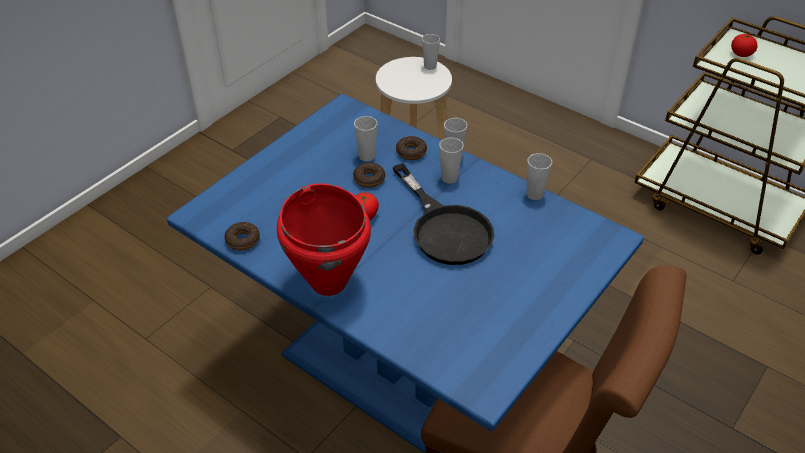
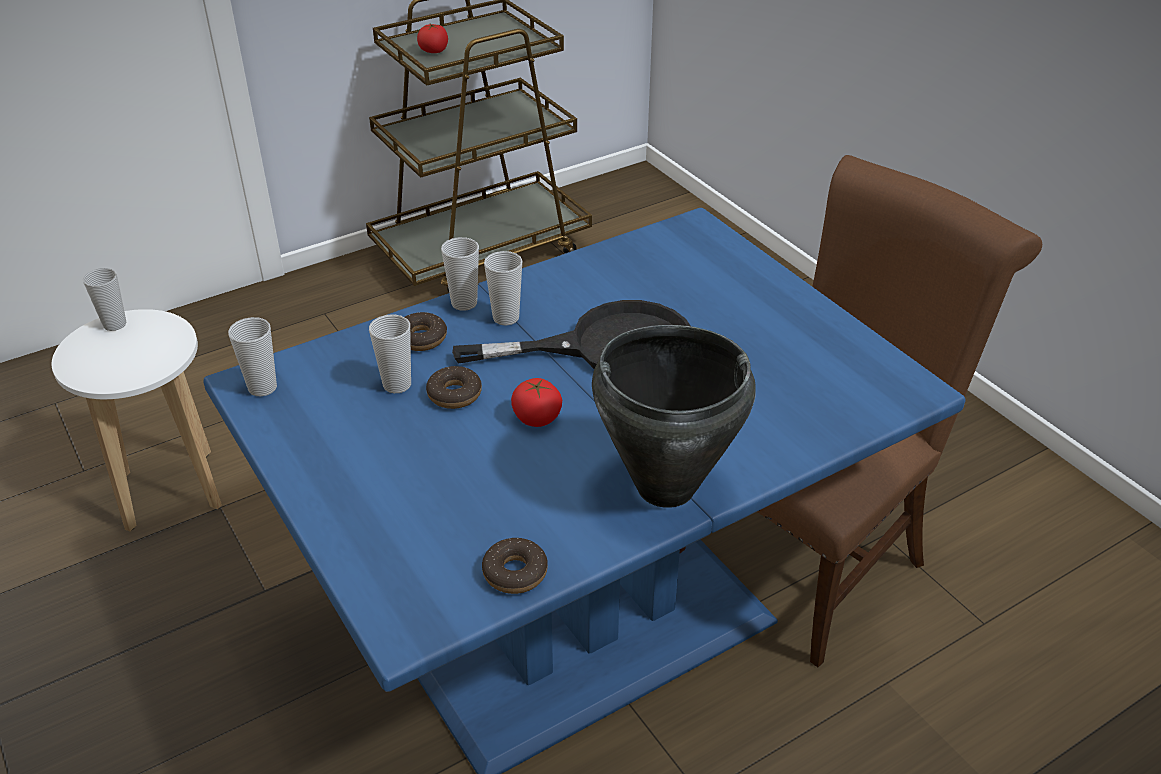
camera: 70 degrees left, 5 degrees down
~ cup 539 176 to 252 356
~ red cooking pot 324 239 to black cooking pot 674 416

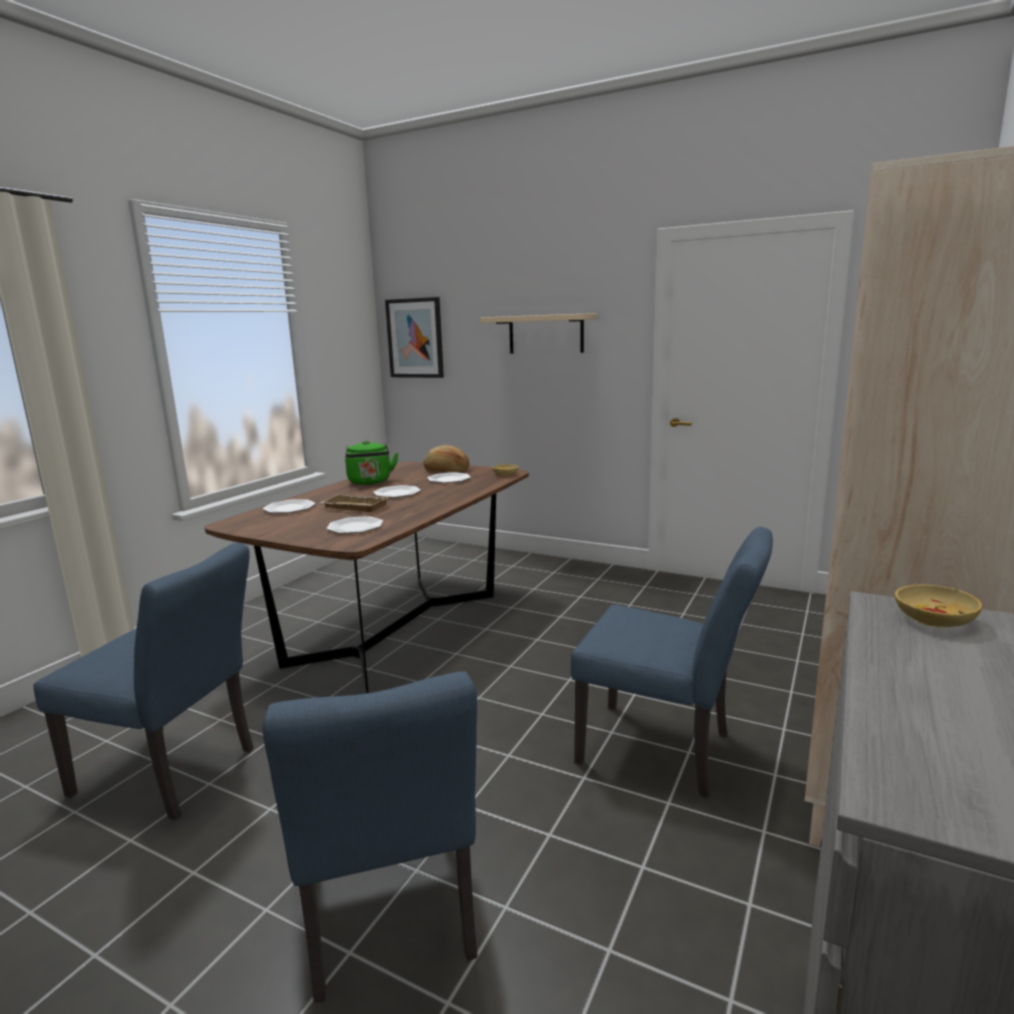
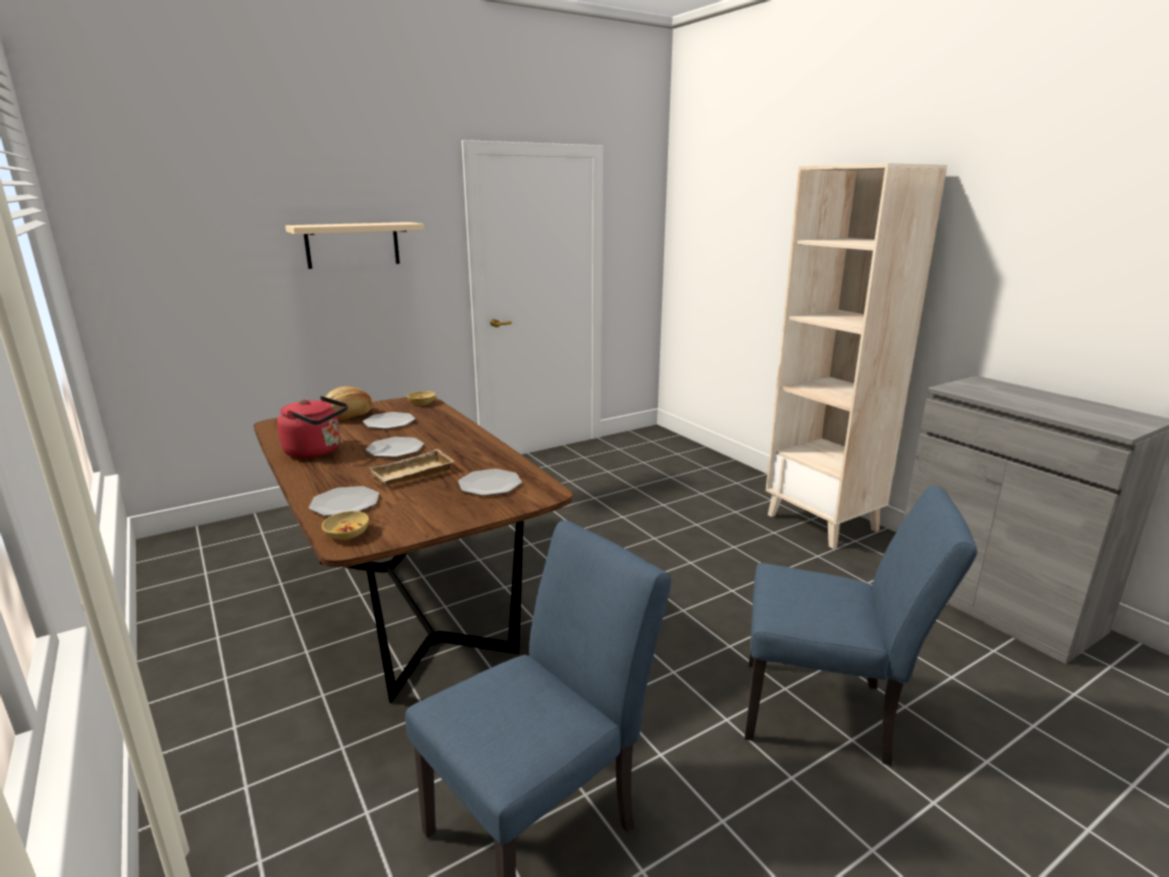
camera: 60 degrees left, 5 degrees up
- picture 414 337
- blue chair 672 662
~ beige bowl 938 606 to 345 525
~ green kettle 371 462 to red kettle 312 427

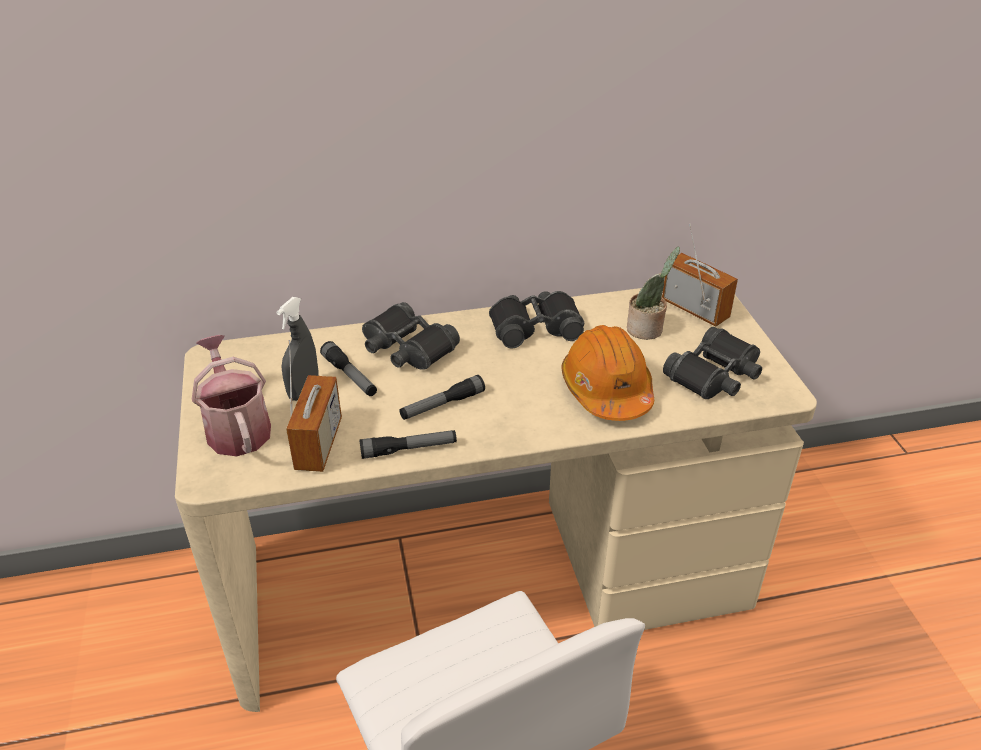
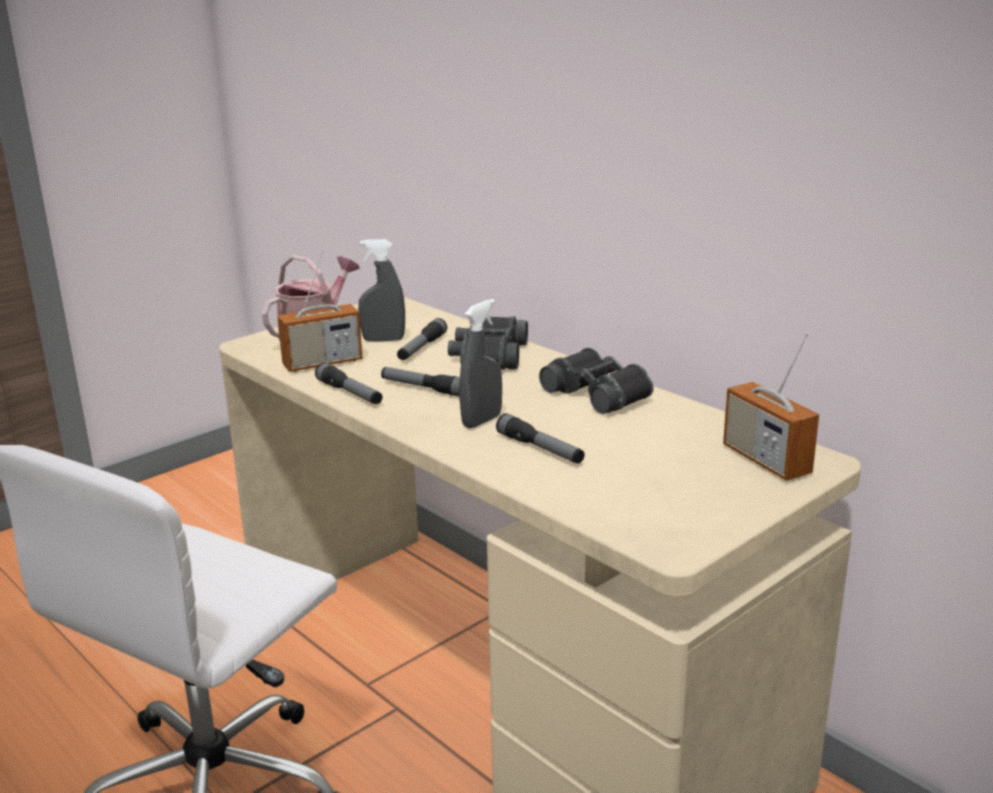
camera: 60 degrees right, 15 degrees down
- potted plant 653 293
- black binoculars 712 363
+ grey spray bottle 480 363
~ orange hard hat 607 373 to flashlight 540 438
~ radio 700 275 = 771 407 135 degrees clockwise

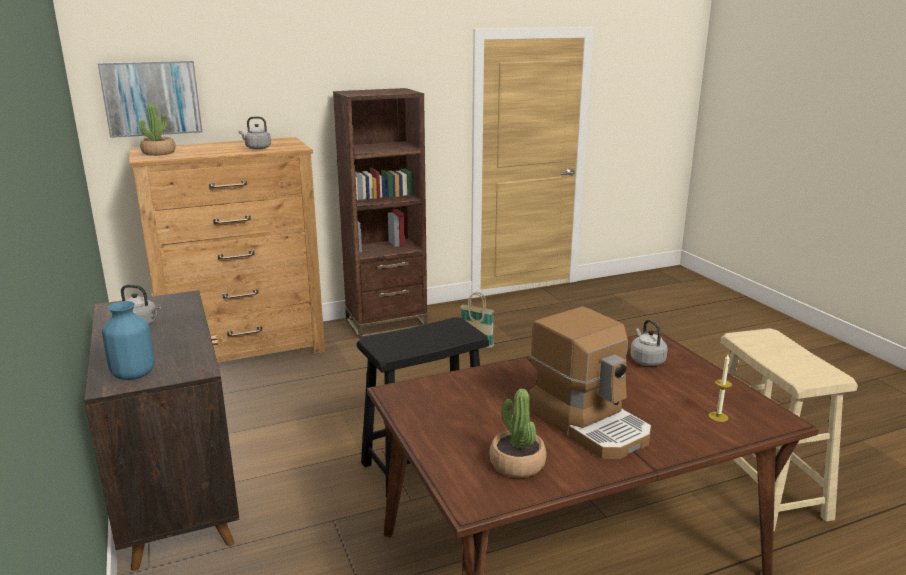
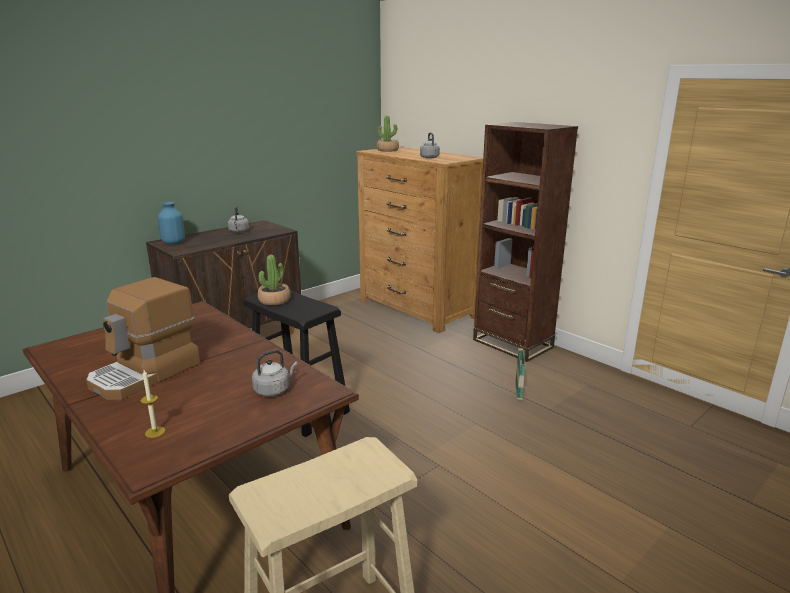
camera: 70 degrees right, 0 degrees up
- picture 150 99
~ potted plant 517 433 to 274 280

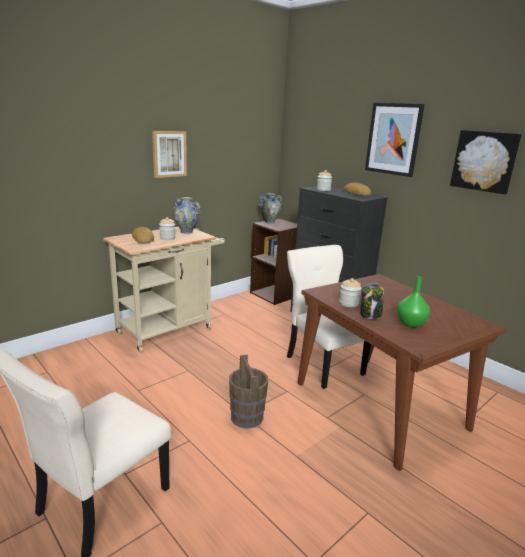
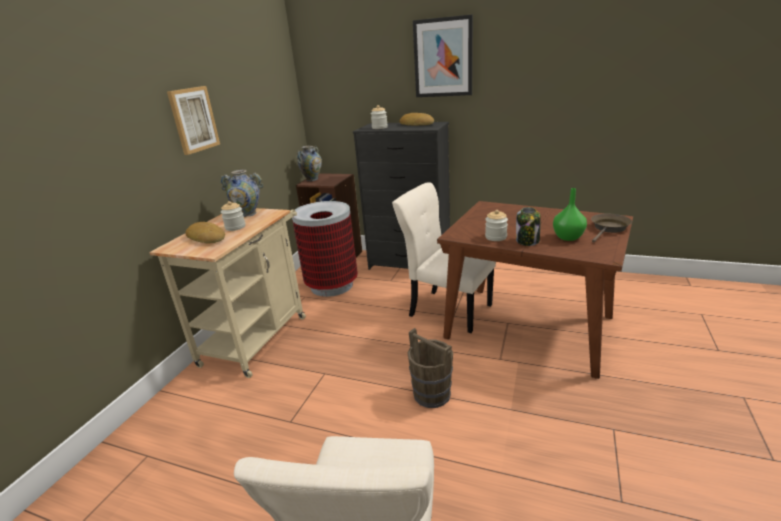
camera: 25 degrees left, 5 degrees up
- picture 486 162
+ trash can 325 249
+ brown frying pan 611 228

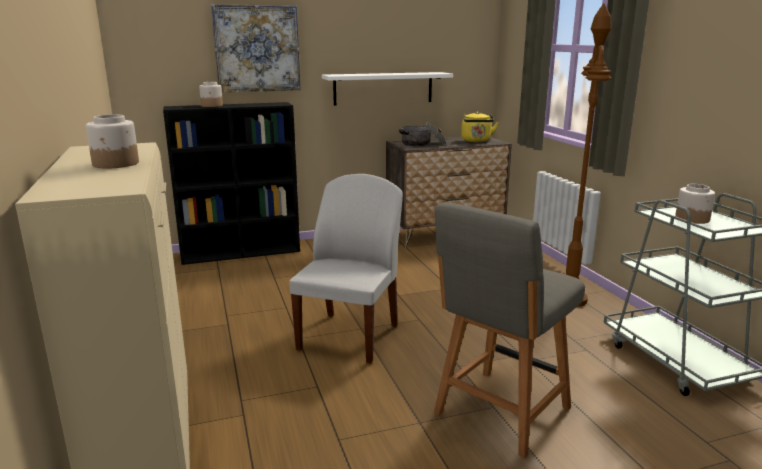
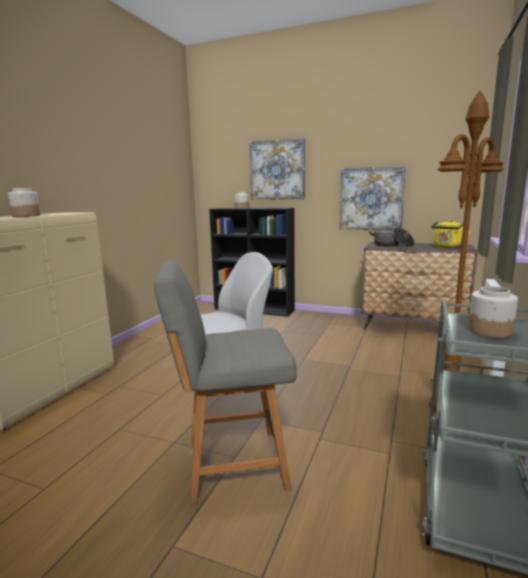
camera: 40 degrees right, 5 degrees down
~ white shelf 387 89 to picture 373 198

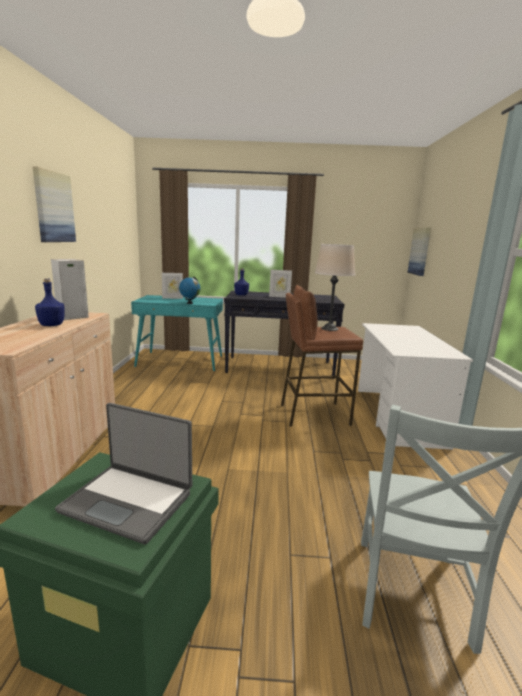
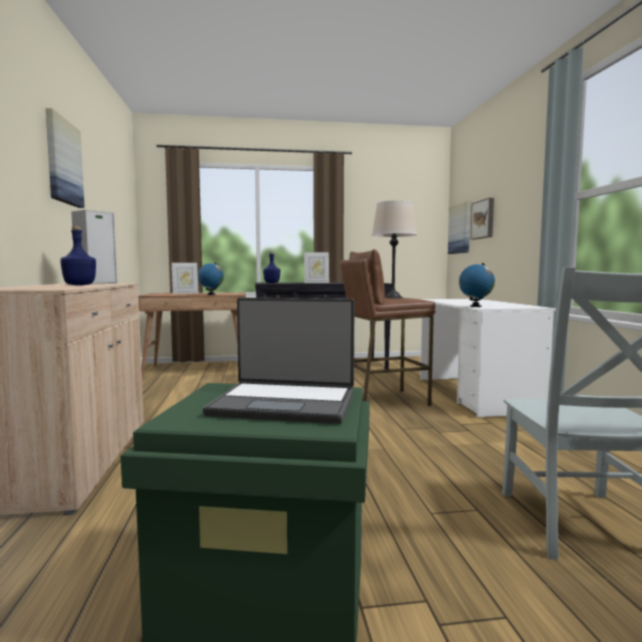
camera: 10 degrees left, 10 degrees down
+ globe 477 285
+ picture 482 218
~ turquoise desk 177 333 to brown desk 192 335

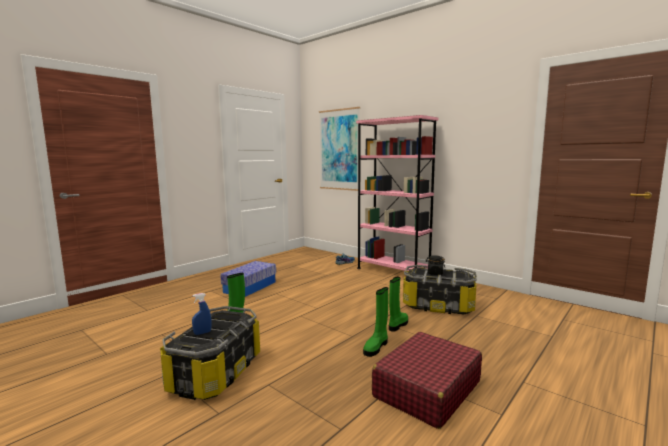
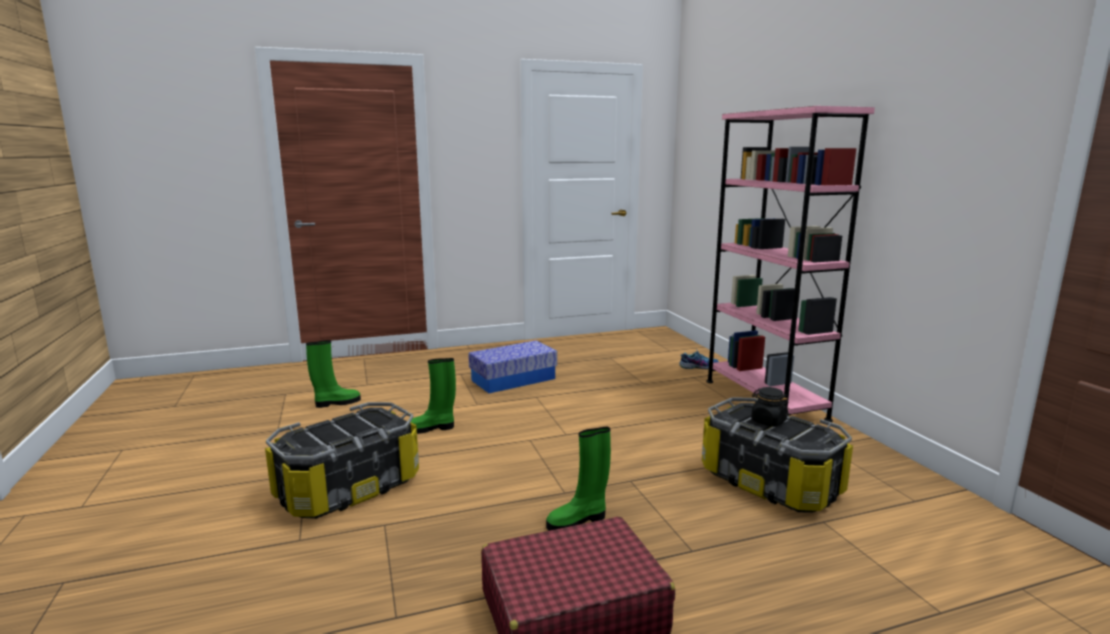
camera: 30 degrees right, 5 degrees up
- blue spray bottle 201 314
- picture 339 149
~ green boot 398 304 to 333 374

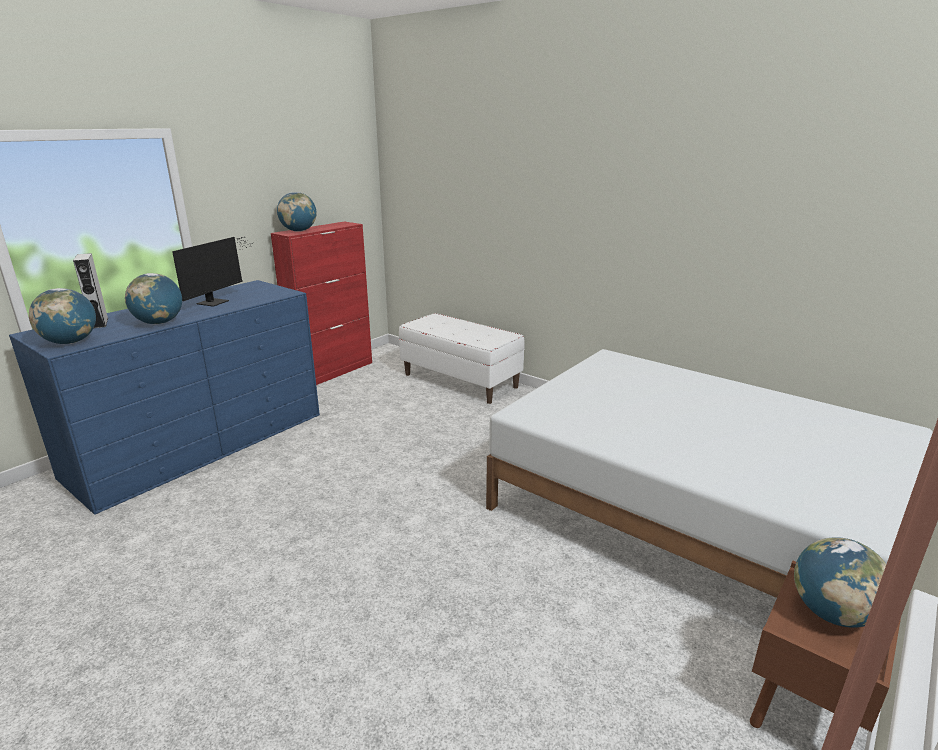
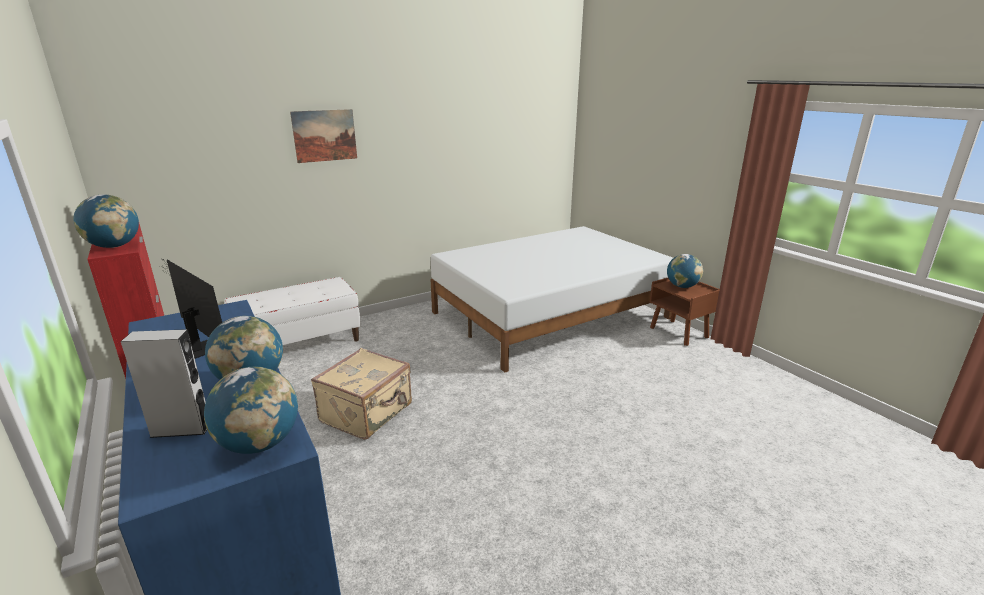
camera: 70 degrees left, 0 degrees up
+ picture 323 136
+ beige suitcase 361 394

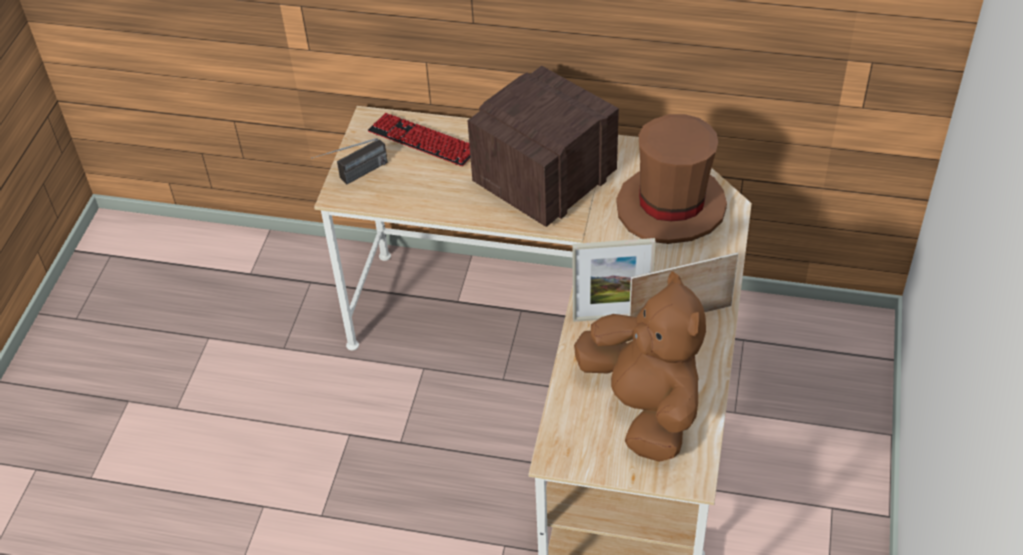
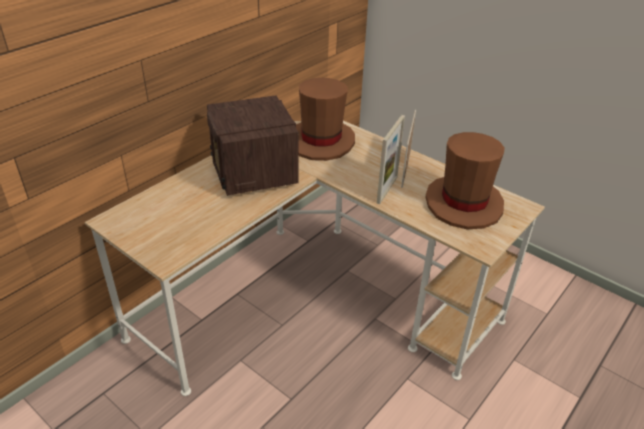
camera: 65 degrees left, 10 degrees down
- radio 349 161
- keyboard 419 139
~ brown plush toy 640 366 to brown hat 465 180

